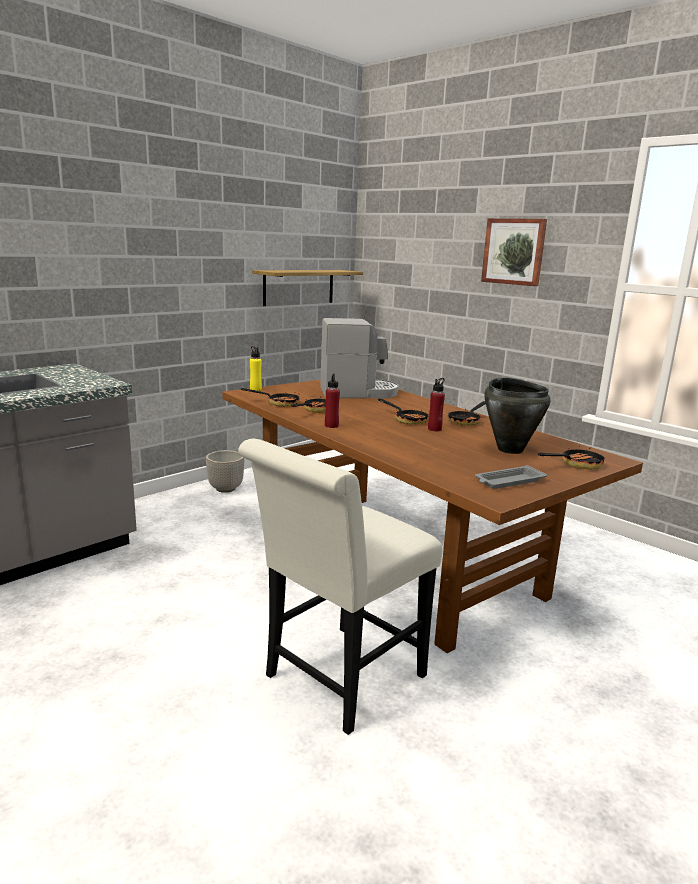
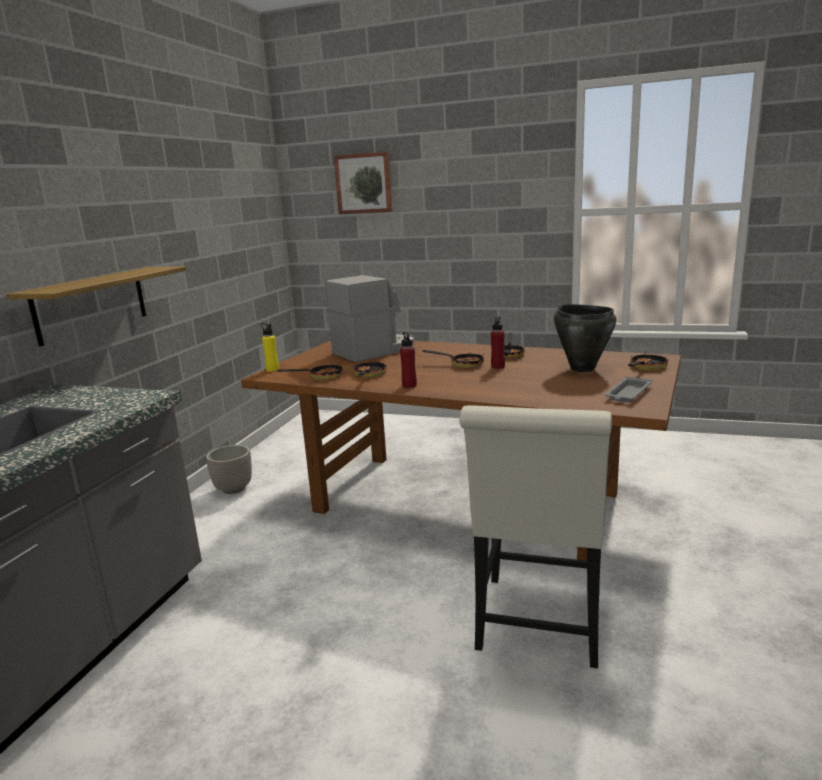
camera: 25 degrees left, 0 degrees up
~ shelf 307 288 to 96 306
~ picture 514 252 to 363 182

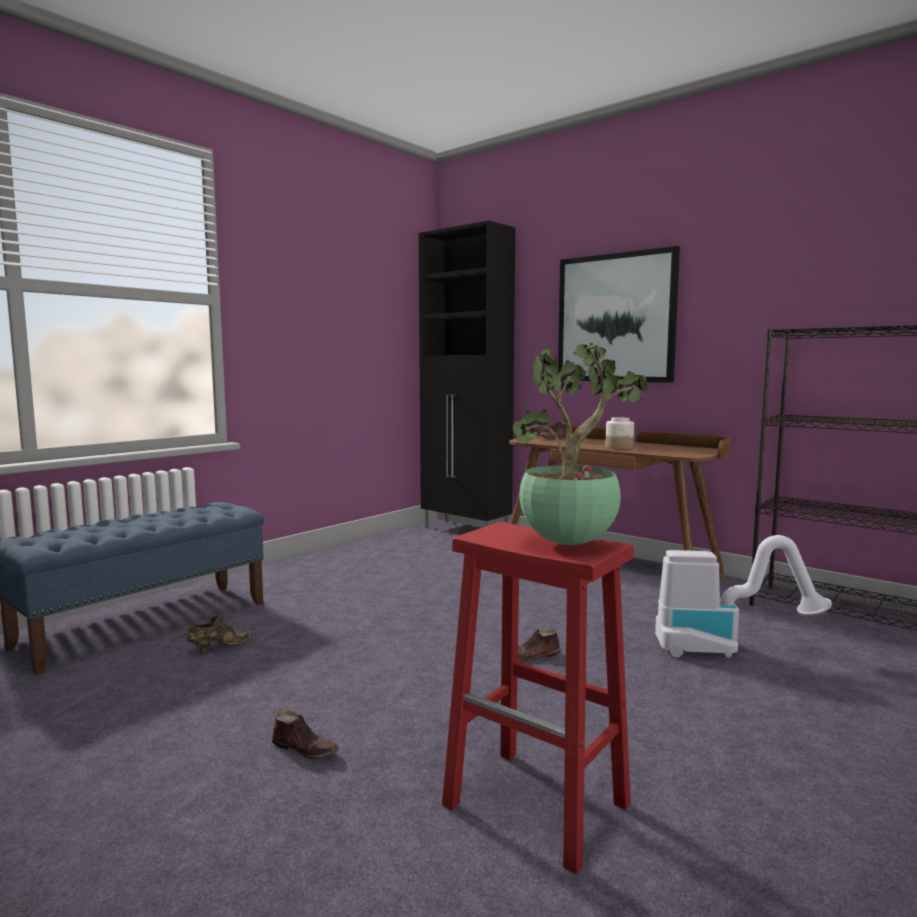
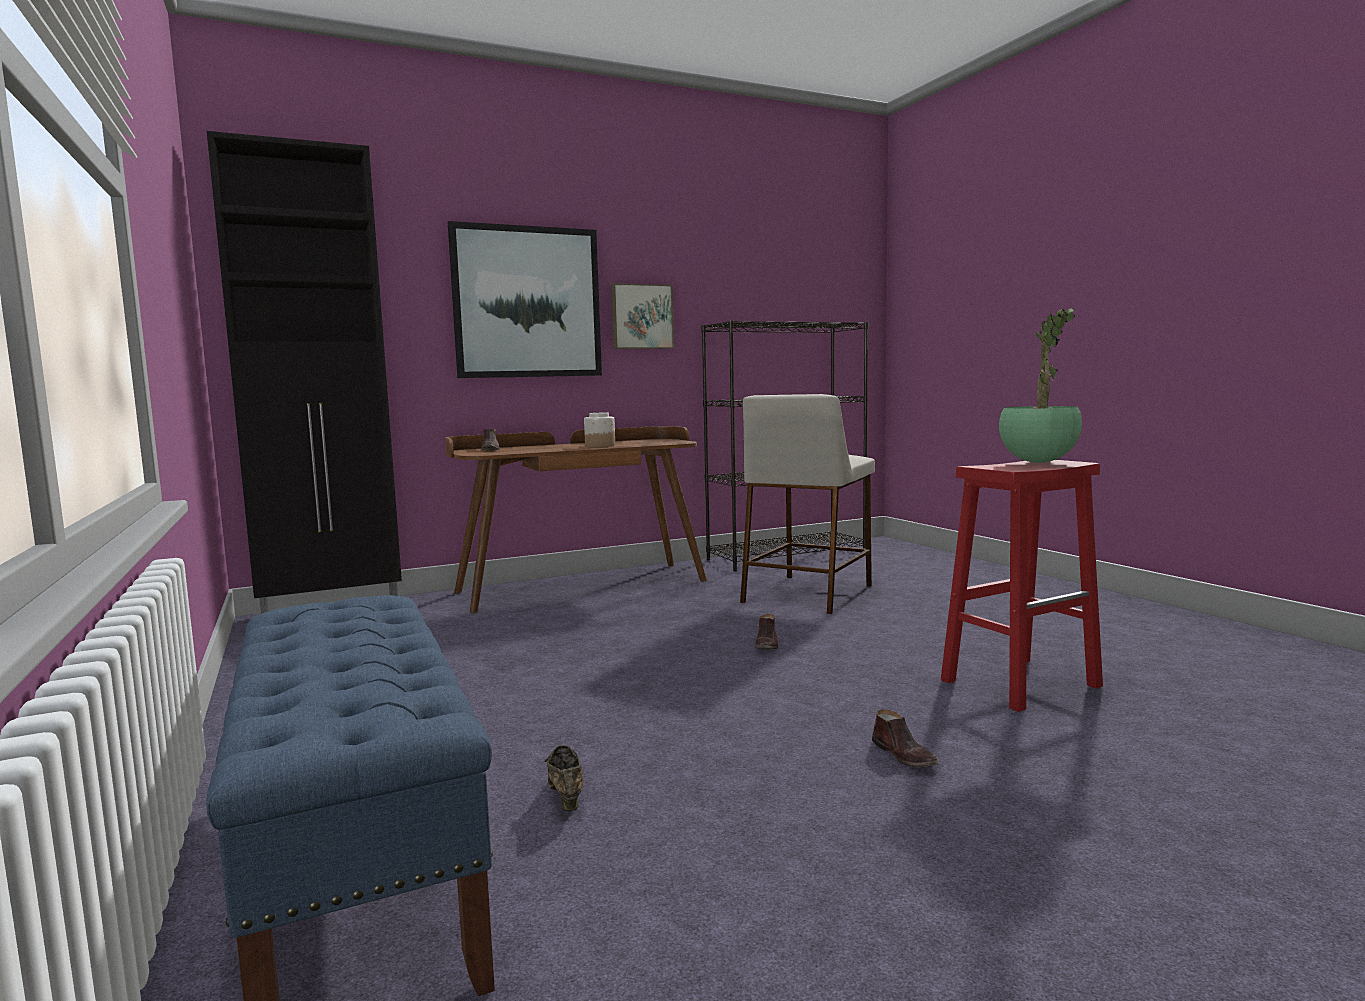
camera: 65 degrees left, 0 degrees up
+ picture 643 316
~ vacuum cleaner 743 596 to beige stool 807 504
~ brown shoe 305 735 = 905 738 105 degrees clockwise

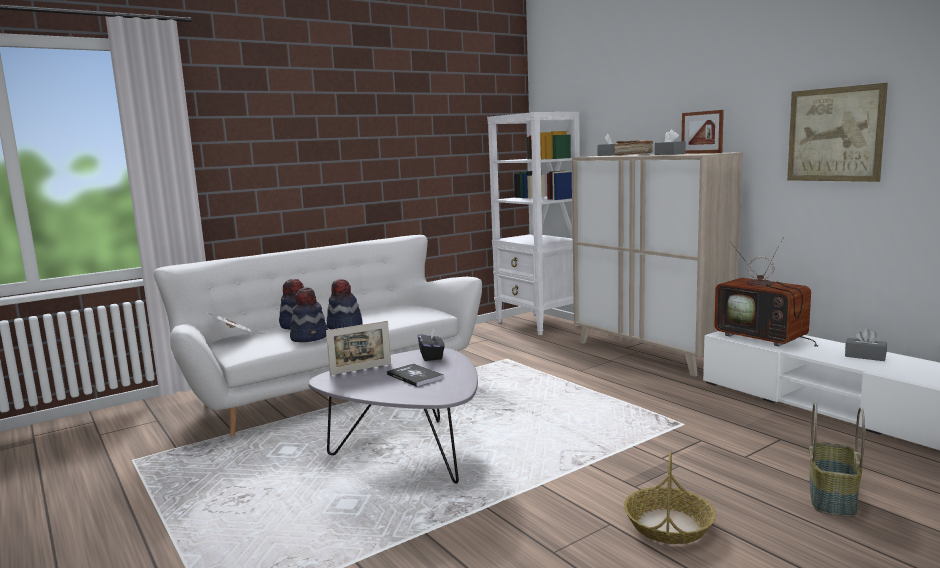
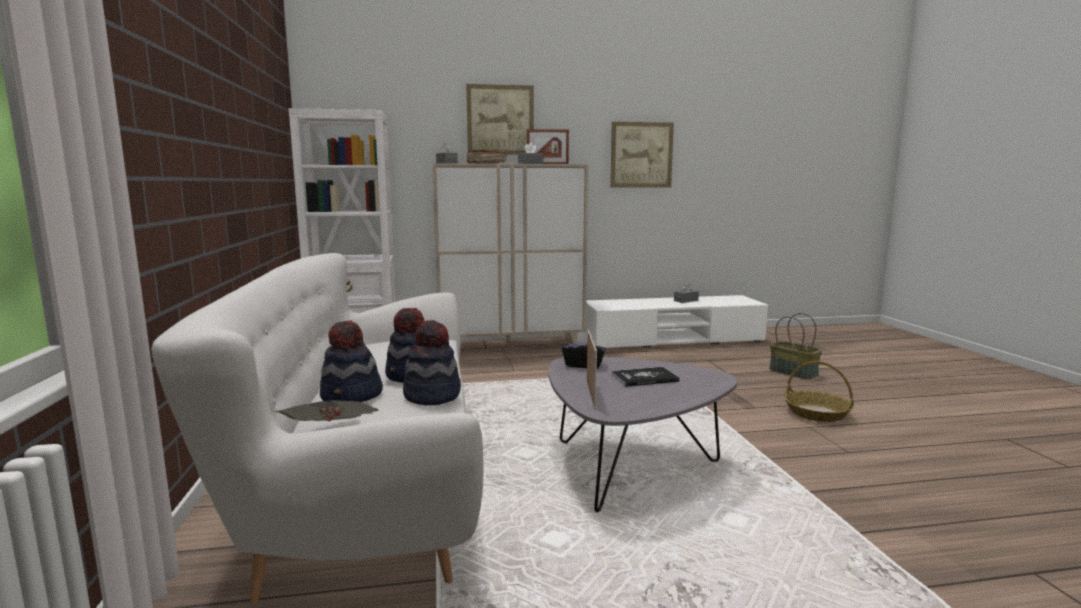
camera: 65 degrees left, 0 degrees up
- television 766 292
+ picture 500 119

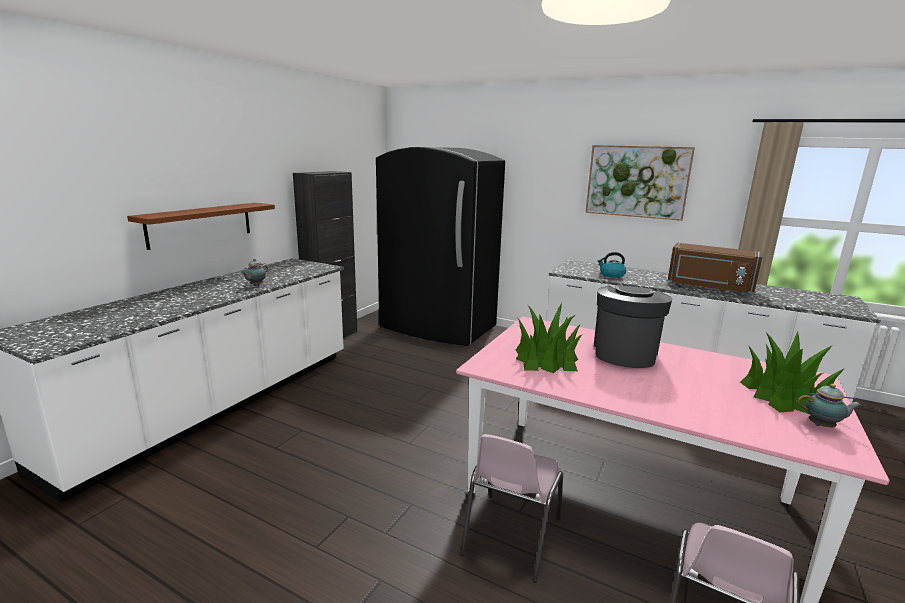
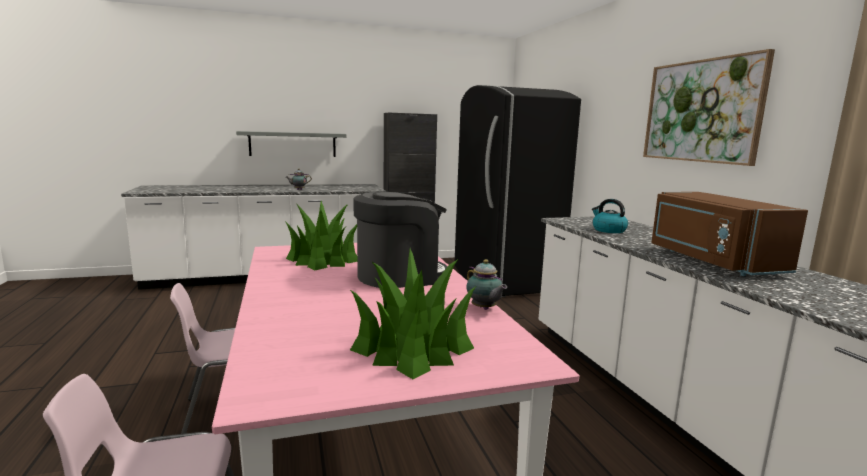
camera: 45 degrees right, 5 degrees down
~ teapot 829 405 to 486 284
~ brown shelf 201 226 to grey shelf 291 144

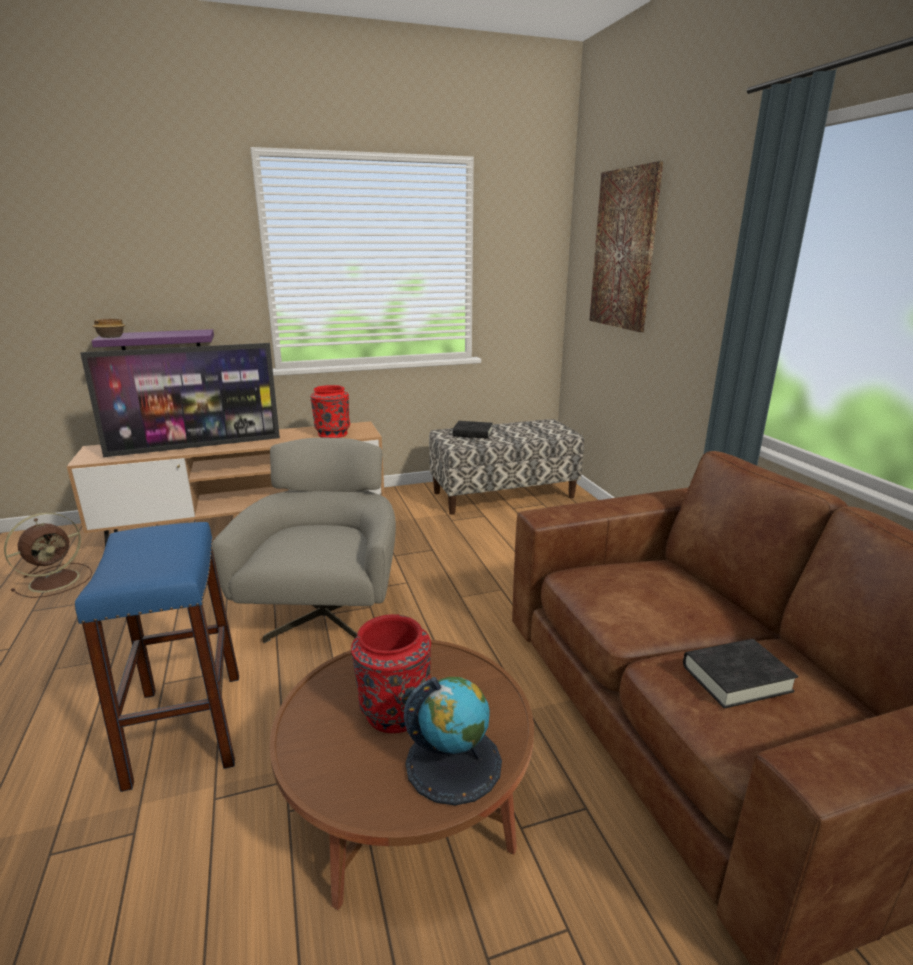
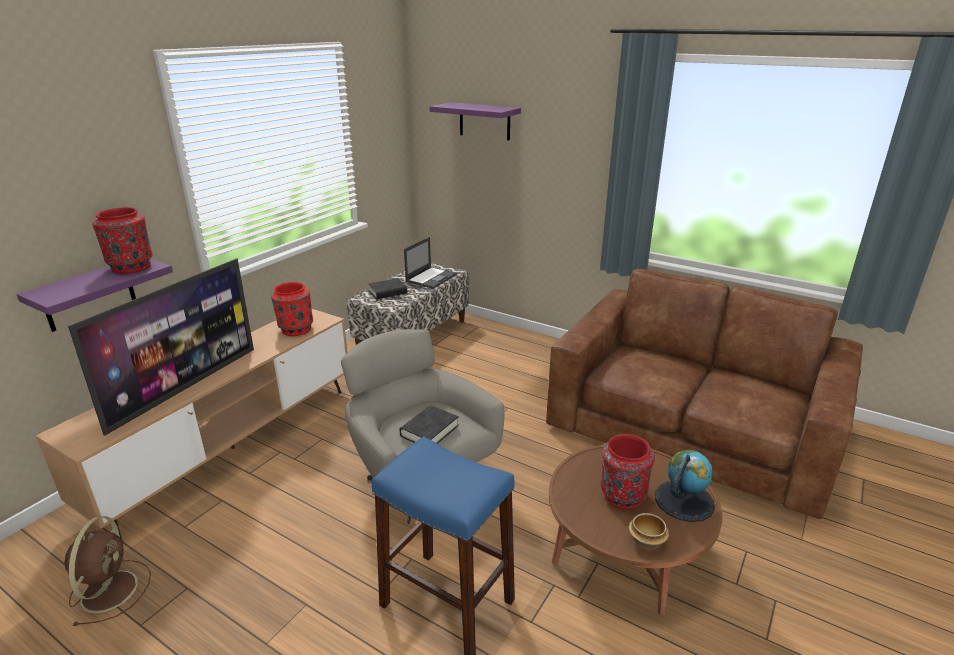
camera: 40 degrees left, 5 degrees up
+ red vase 122 240
+ laptop 430 263
~ bowl 108 328 to 649 531
~ black book 740 674 to 429 424
~ picture 626 246 to purple shelf 475 121

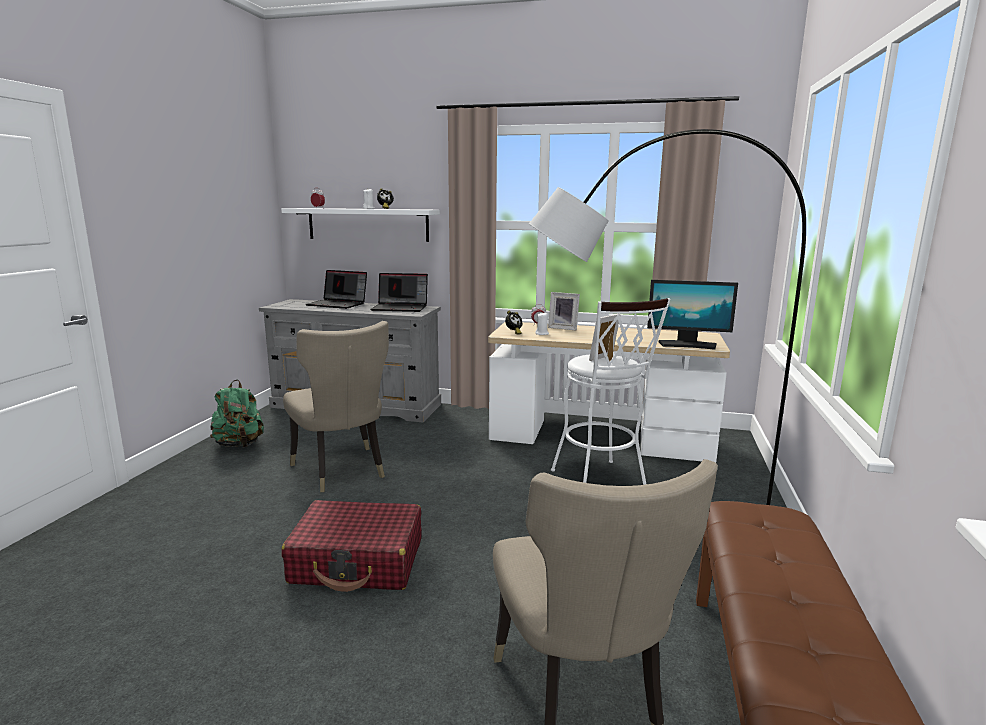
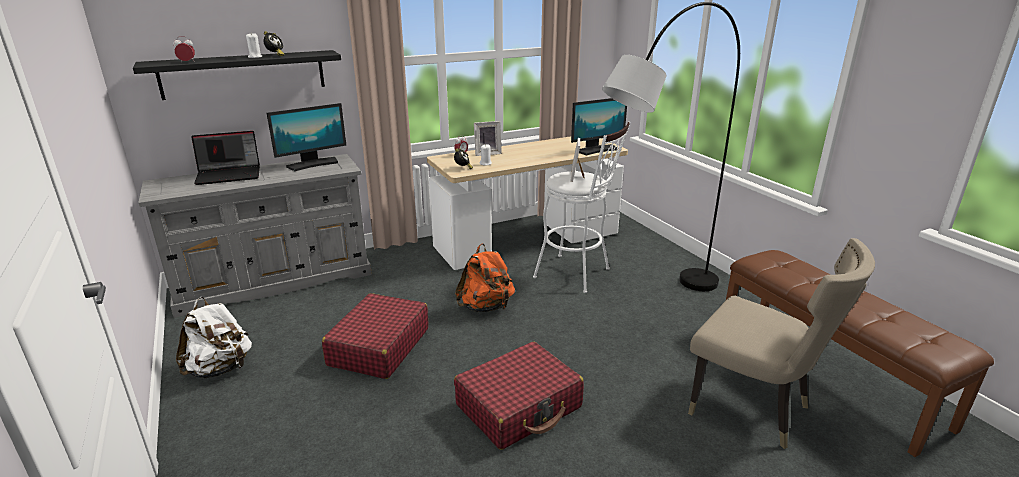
camera: 40 degrees left, 10 degrees up
+ orange backpack 485 278
~ beige chair 336 406 to red suitcase 375 336
~ laptop 399 292 to monitor 306 137
~ green backpack 237 413 to white backpack 214 337
~ white shelf 360 225 to black shelf 237 75

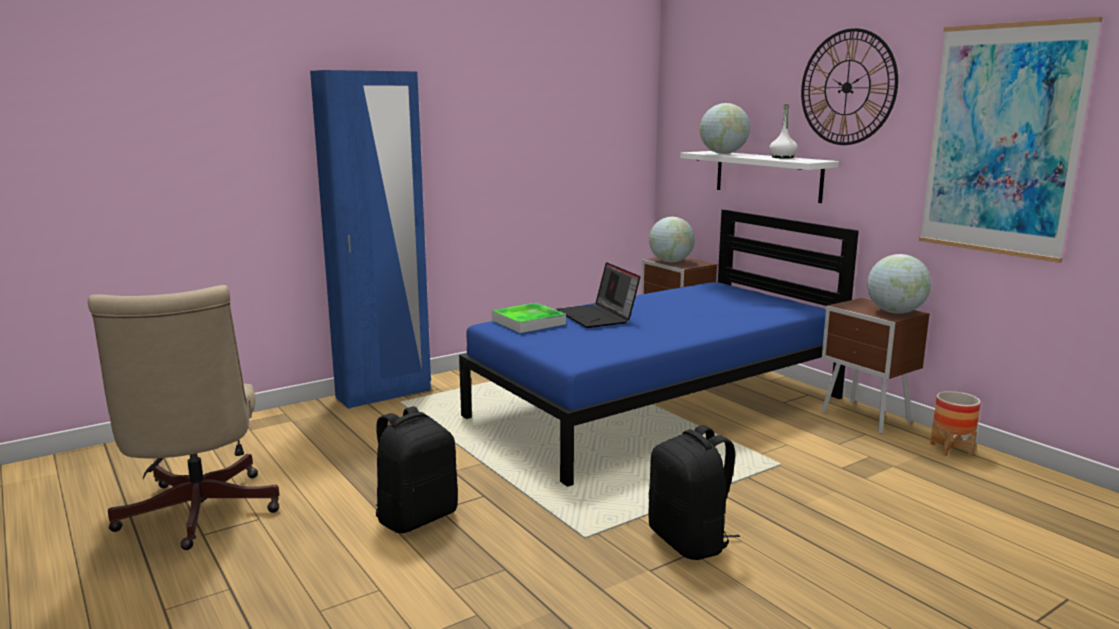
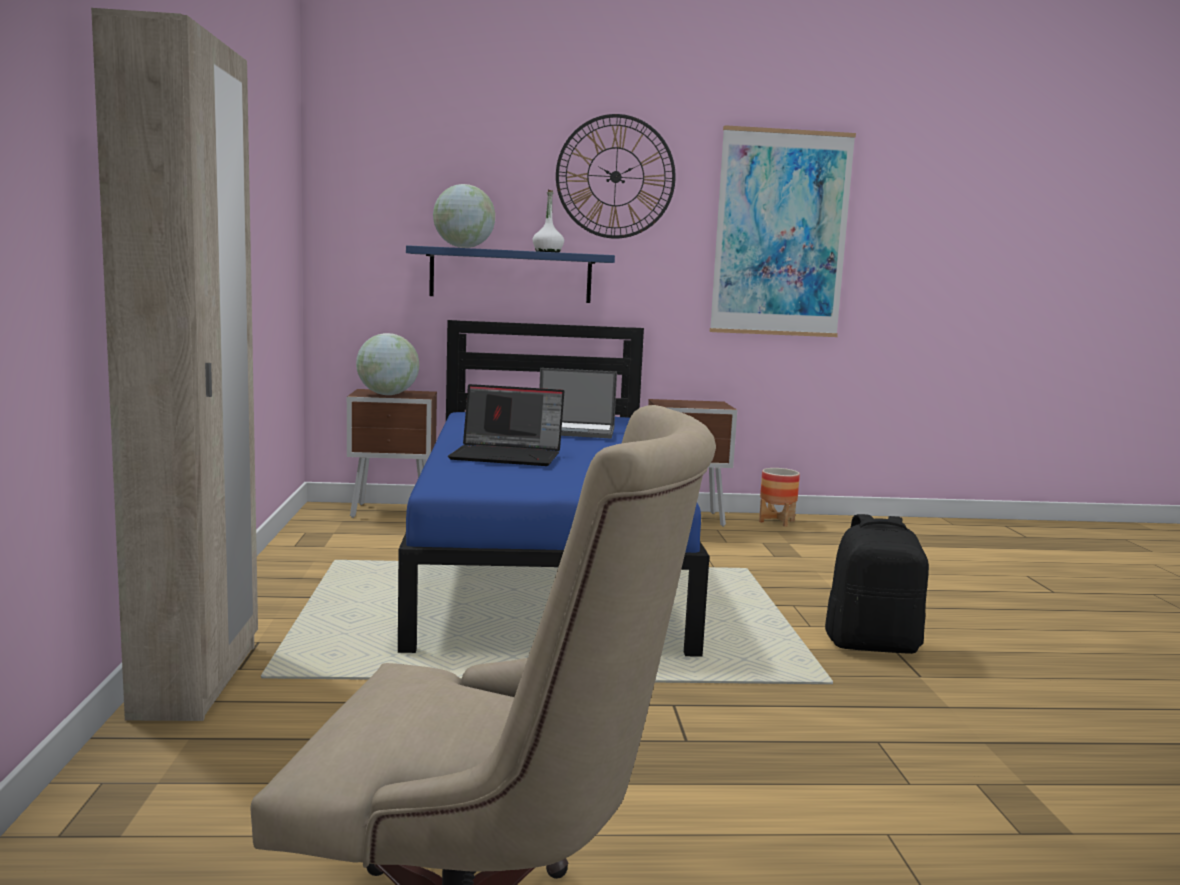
camera: 60 degrees left, 5 degrees down
- black backpack 417 469
- tray 528 318
- globe 899 284
+ laptop 578 403
~ blue wardrobe 370 239 to beige wardrobe 174 364
~ white shelf 759 177 to blue shelf 510 274

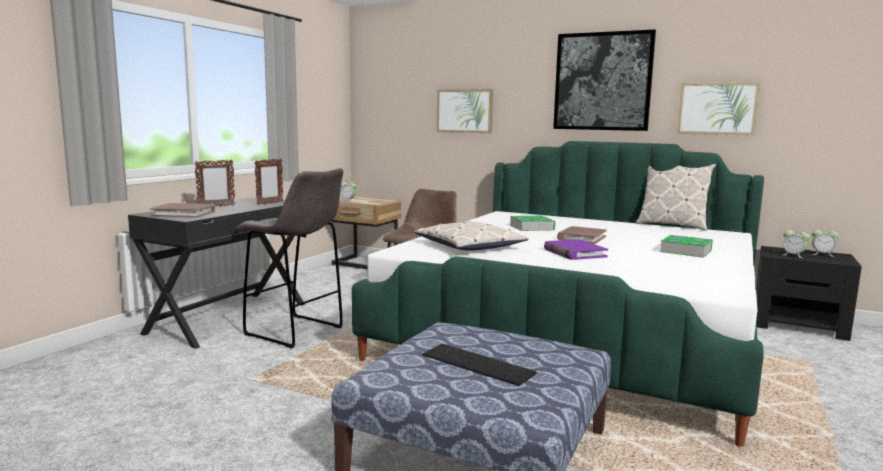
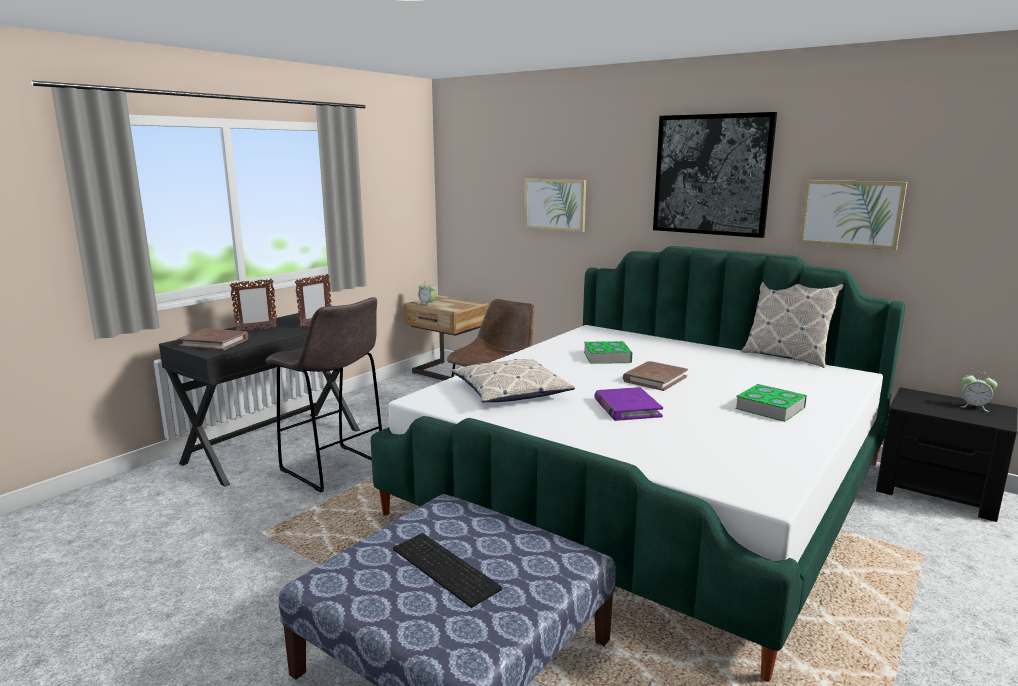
camera: 10 degrees right, 5 degrees up
- alarm clock 796 242

